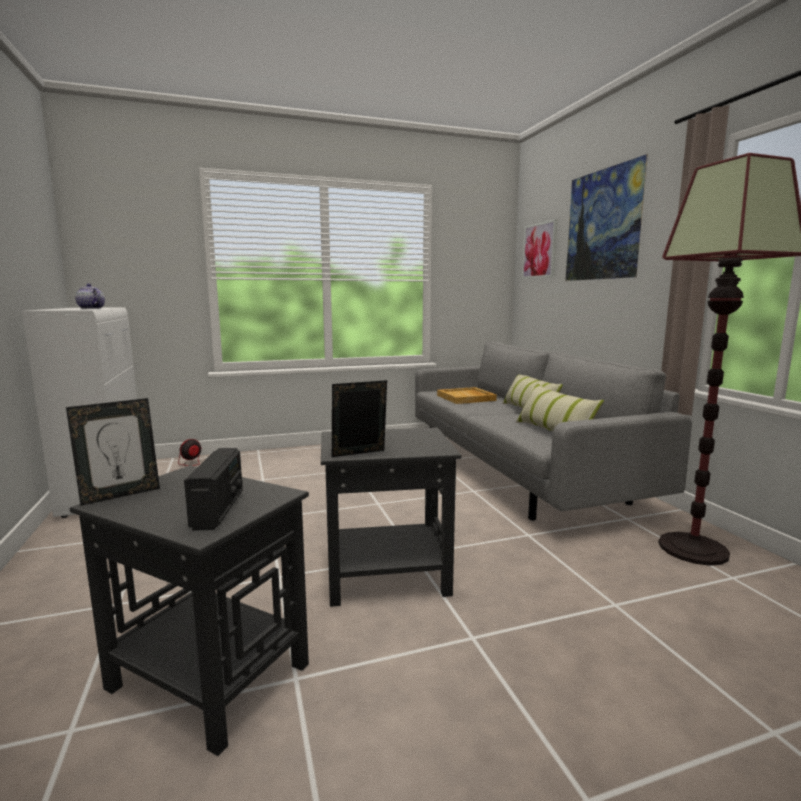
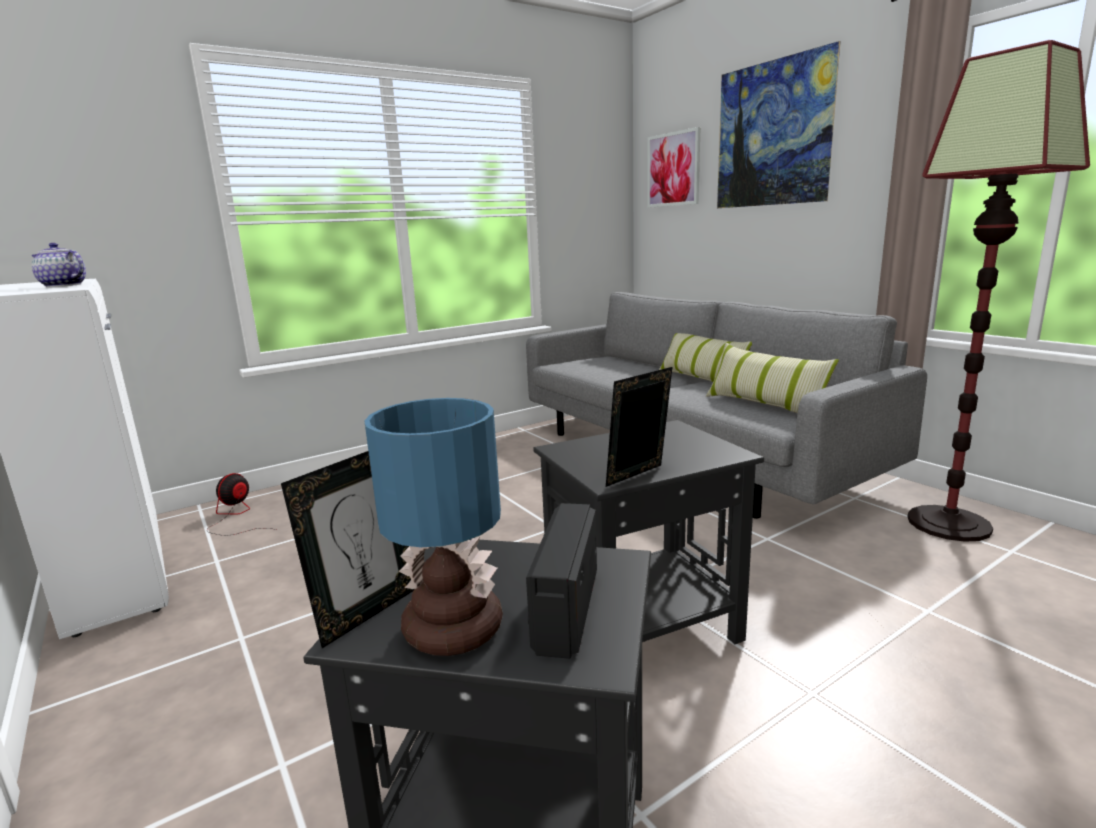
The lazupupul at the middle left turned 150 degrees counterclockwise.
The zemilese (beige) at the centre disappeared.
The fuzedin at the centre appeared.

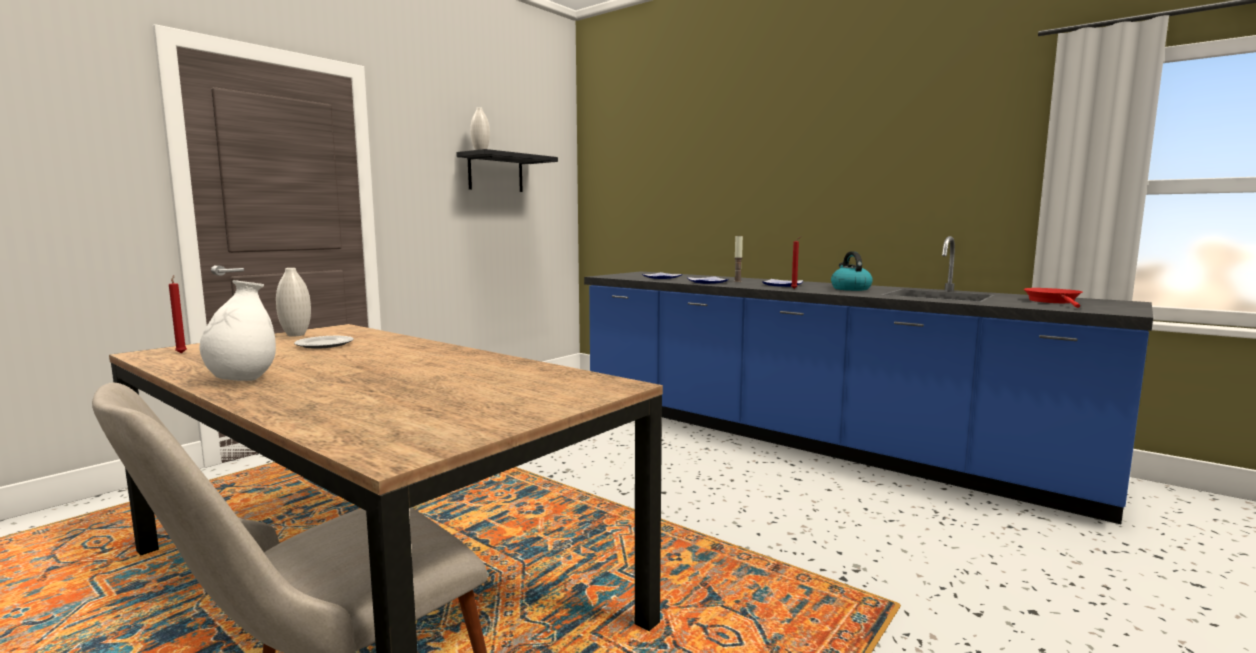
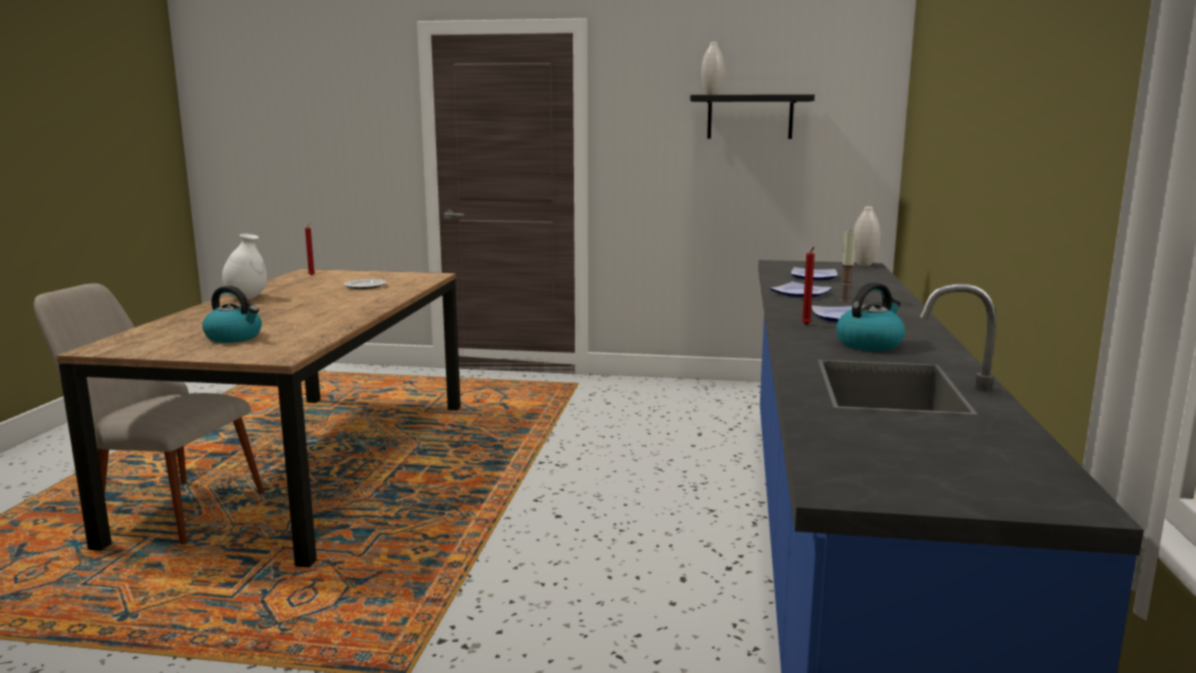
The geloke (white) (no. 2 from left in the first image) moved from the middle left to the middle right.
The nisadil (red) at the middle right disappeared.
The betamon (no. 1 from left) at the middle left appeared.

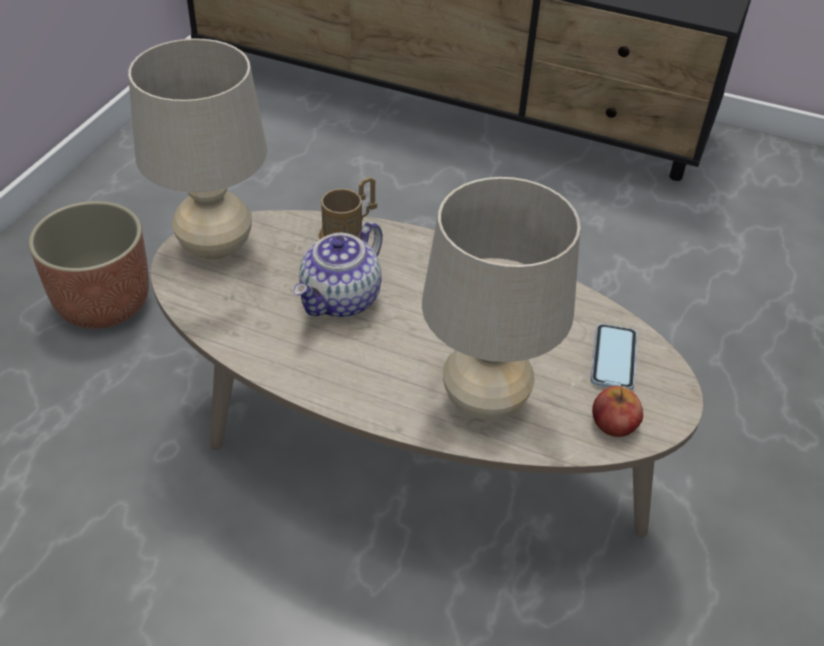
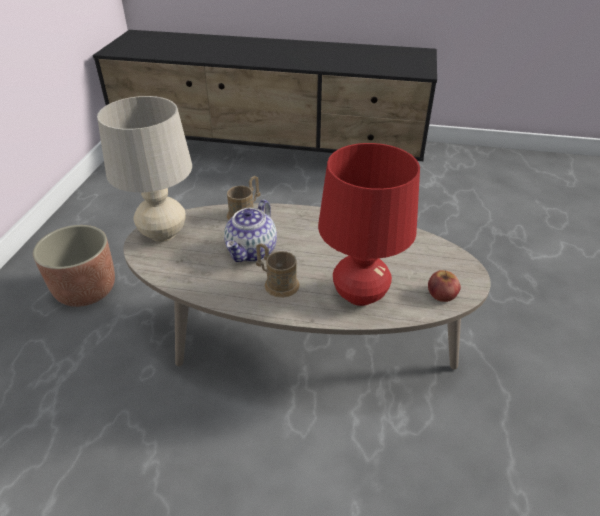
The fuzedin (beige) (no. 2 from left) at the centre became the fuzedin (red) at the centre.
The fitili at the middle right disappeared.
The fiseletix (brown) (no. 2 from left) at the centre appeared.

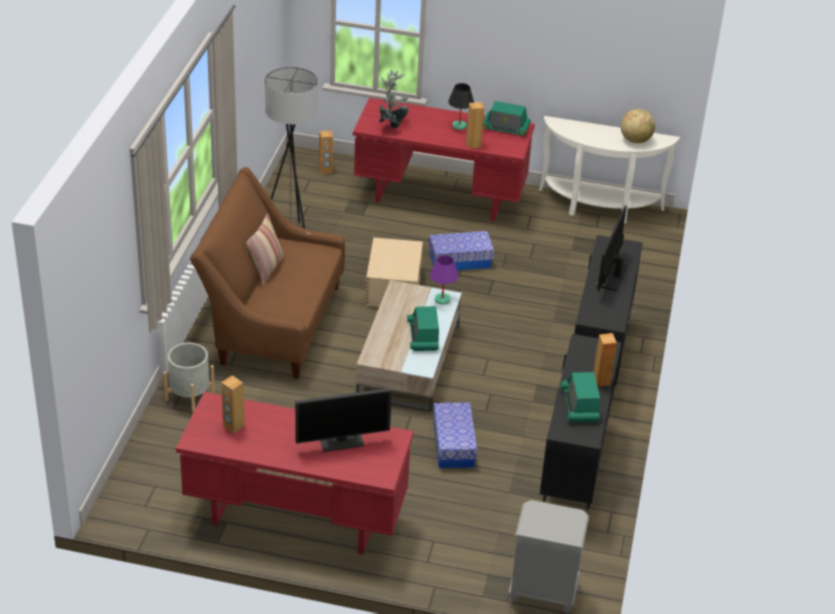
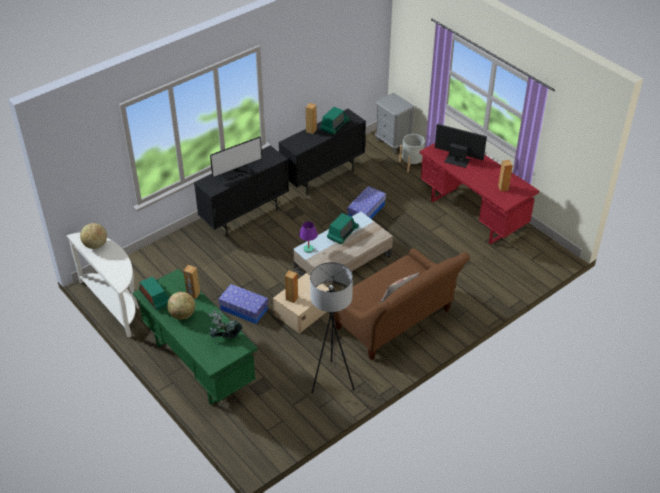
The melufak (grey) moved from the middle left to the top centre.
The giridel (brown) (no. 2 from left) moved from the top centre to the centre.
The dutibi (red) (no. 2 from left) at the top centre became the dutibi (green) at the bottom left.
The fuzedin (black) at the top centre was replaced by the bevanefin (no. 2 from left) at the middle left.

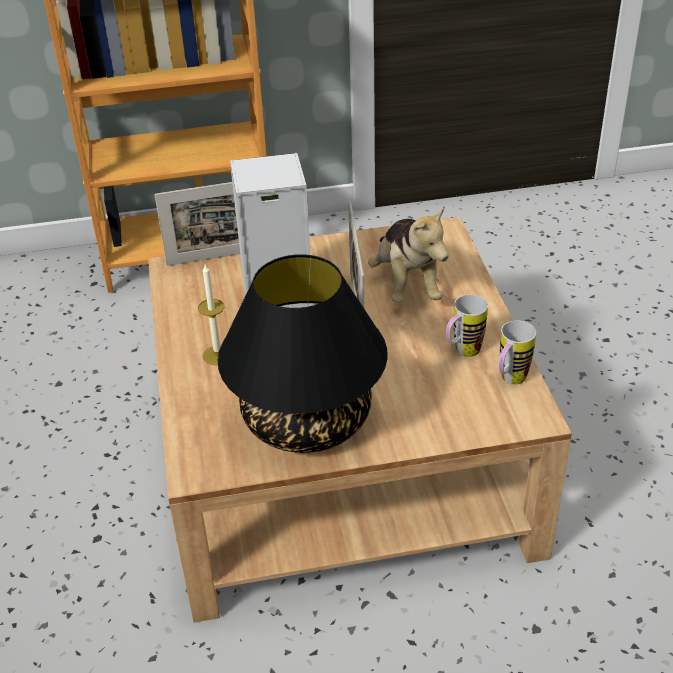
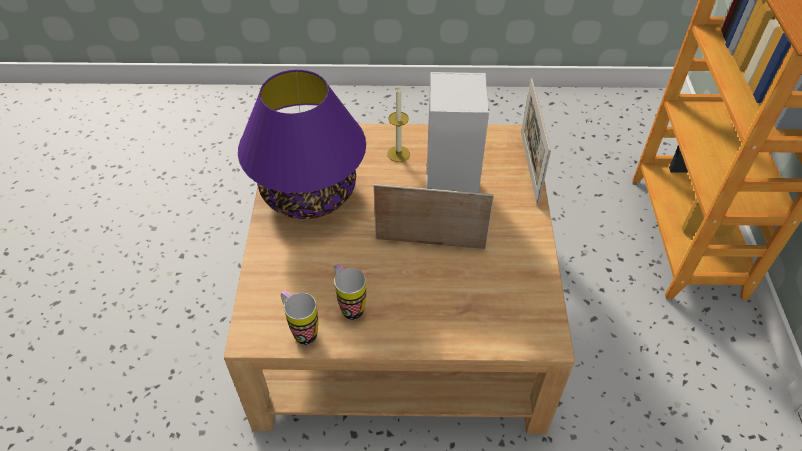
The fuzedin (black) at the centre became the fuzedin (purple) at the top centre.
The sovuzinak at the centre disappeared.

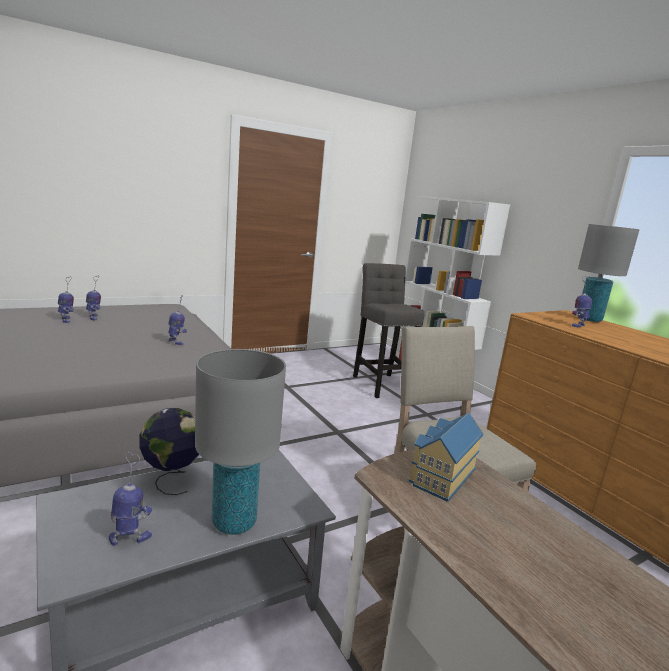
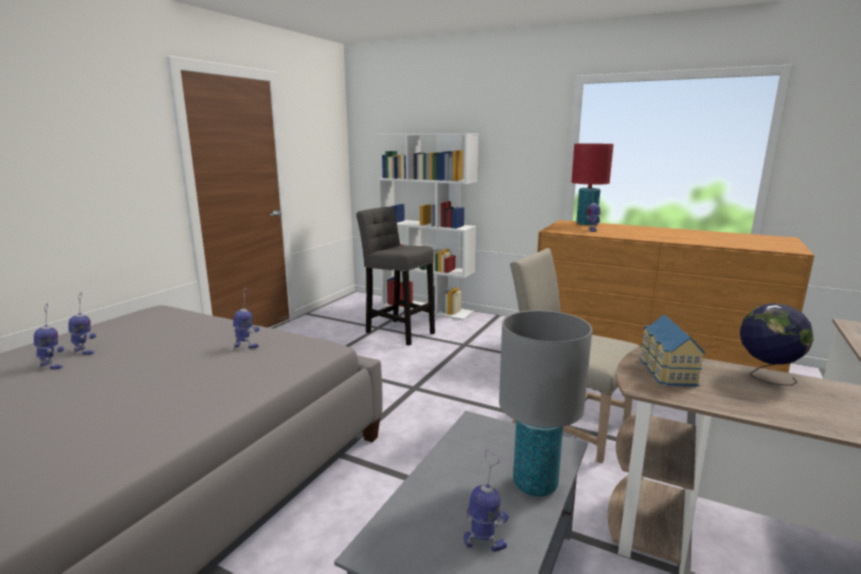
The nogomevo (no. 3 from left in the first image) at the bottom left turned 60 degrees clockwise.
The bevanefin moved from the bottom left to the middle right.
The fuzedin (grey) (no. 2 from left) at the middle right became the fuzedin (red) at the top right.

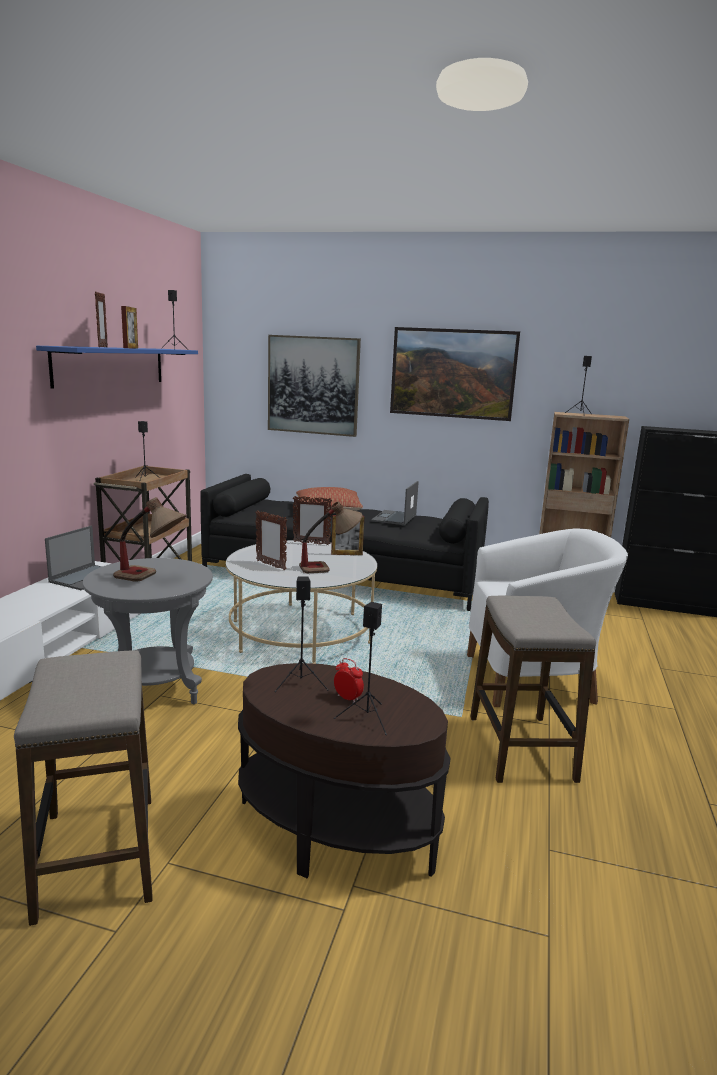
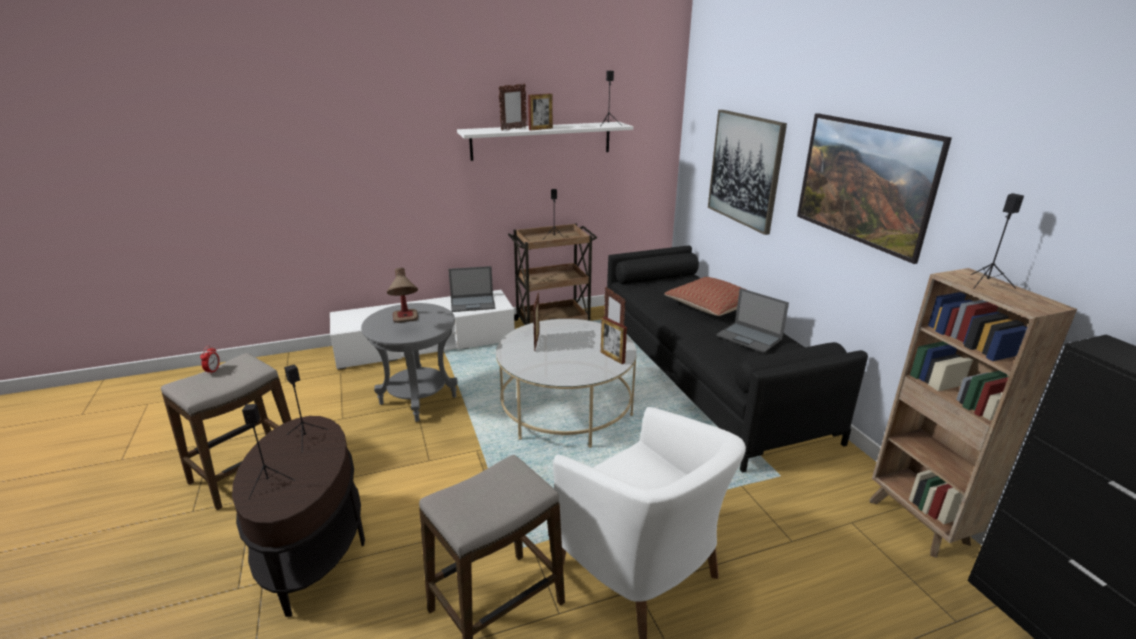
The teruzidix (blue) at the middle left became the teruzidix (white) at the top centre.
The fuzedin (no. 2 from left) at the centre disappeared.
The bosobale moved from the centre to the middle left.
The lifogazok (no. 2 from left) at the centre turned 120 degrees counterclockwise.

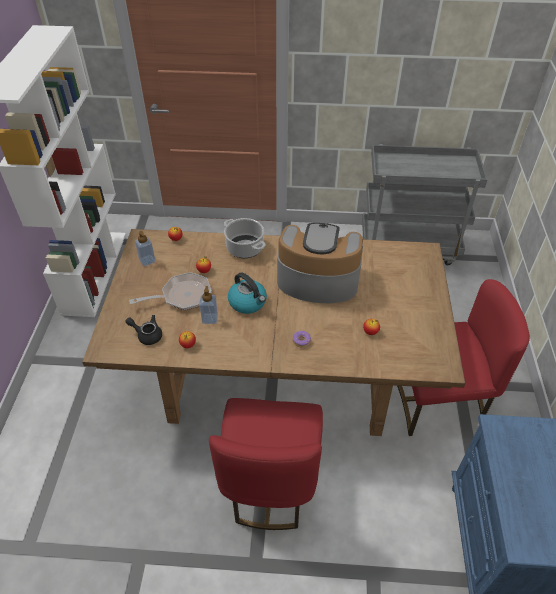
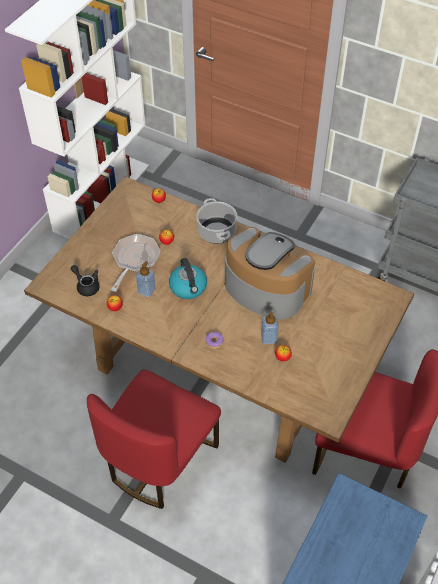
The nisadil at the middle left turned 75 degrees counterclockwise.
The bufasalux (no. 1 from left in the first image) moved from the middle left to the centre.

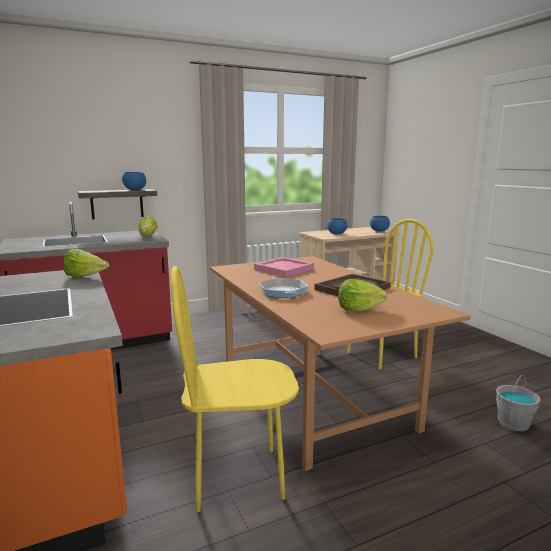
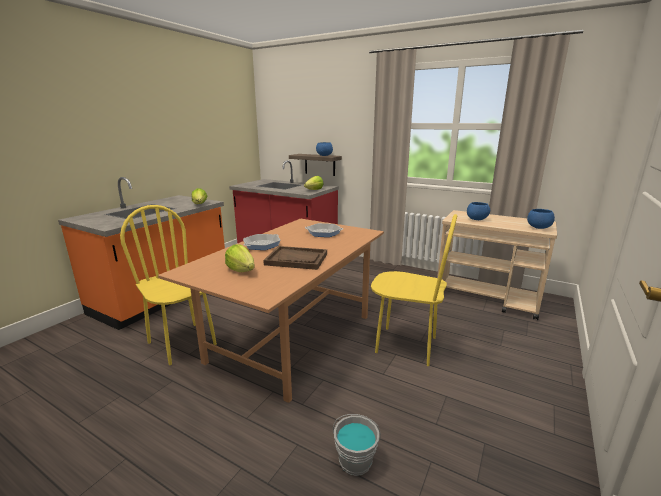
The zemilese (pink) at the centre was replaced by the nisadil (no. 2 from left) at the centre.

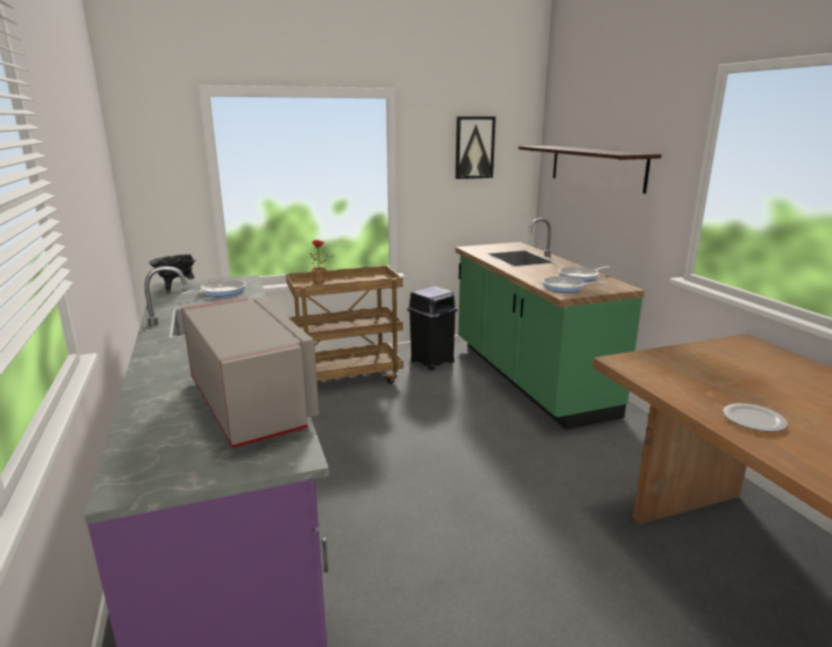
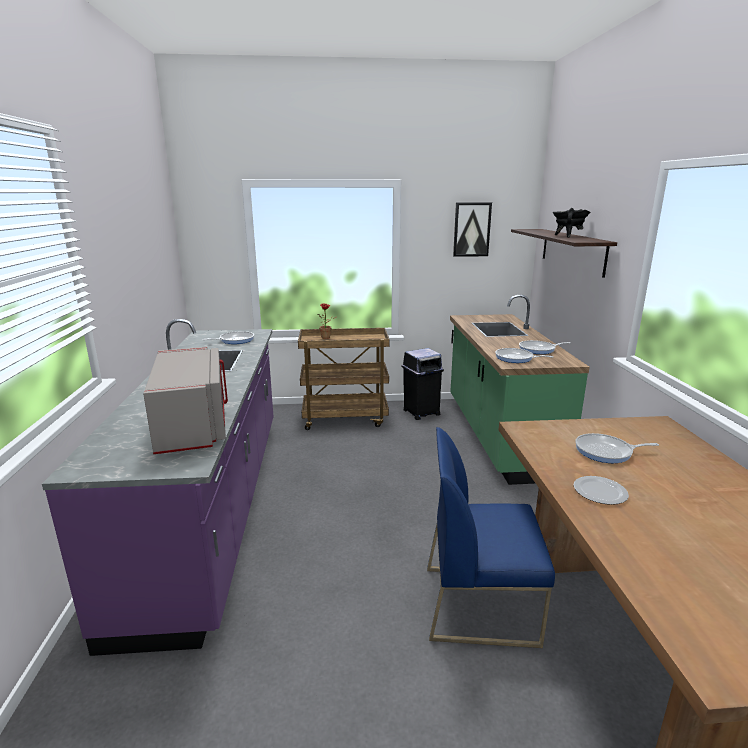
The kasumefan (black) moved from the middle left to the top right.
The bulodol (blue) at the bottom centre appeared.
The nisadil (no. 4 from left) at the middle right appeared.

